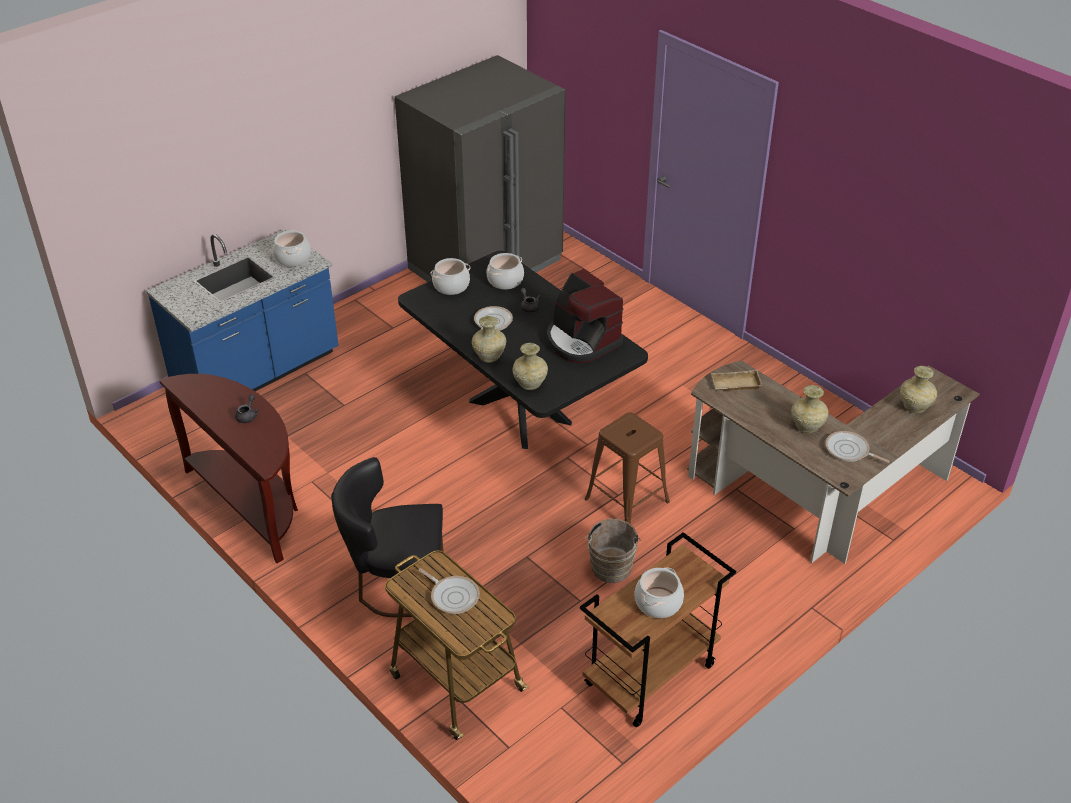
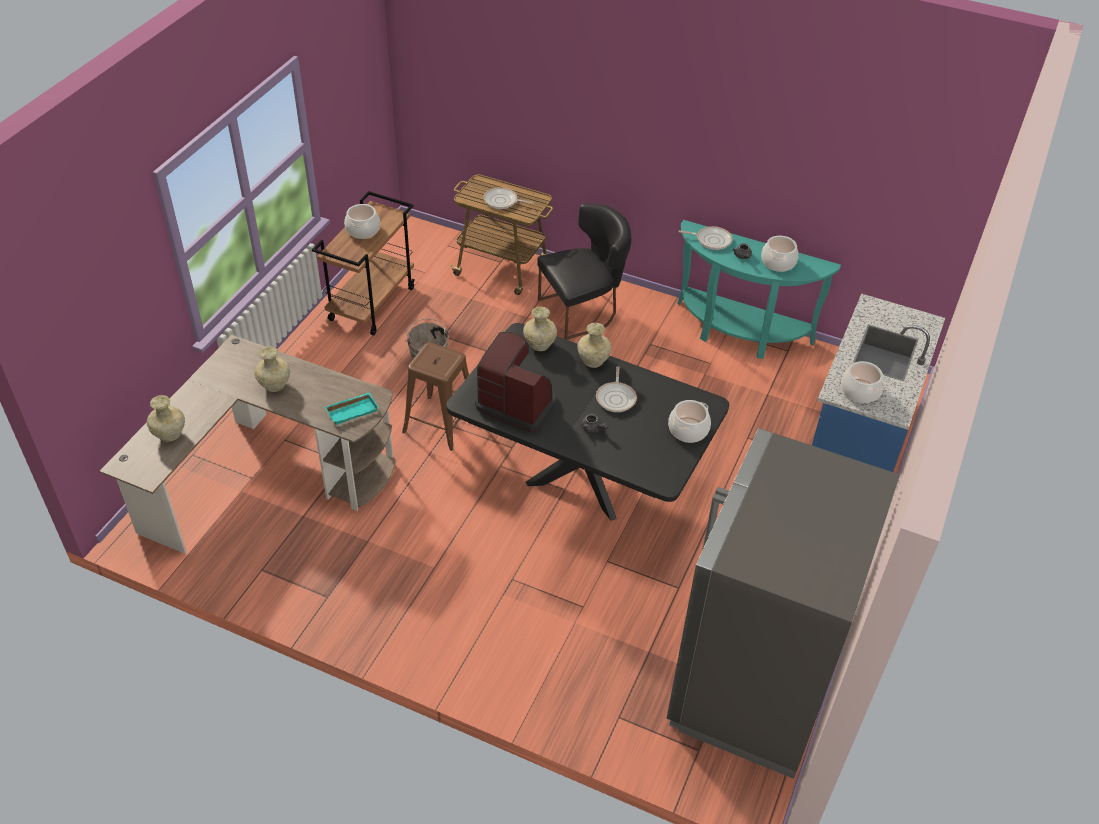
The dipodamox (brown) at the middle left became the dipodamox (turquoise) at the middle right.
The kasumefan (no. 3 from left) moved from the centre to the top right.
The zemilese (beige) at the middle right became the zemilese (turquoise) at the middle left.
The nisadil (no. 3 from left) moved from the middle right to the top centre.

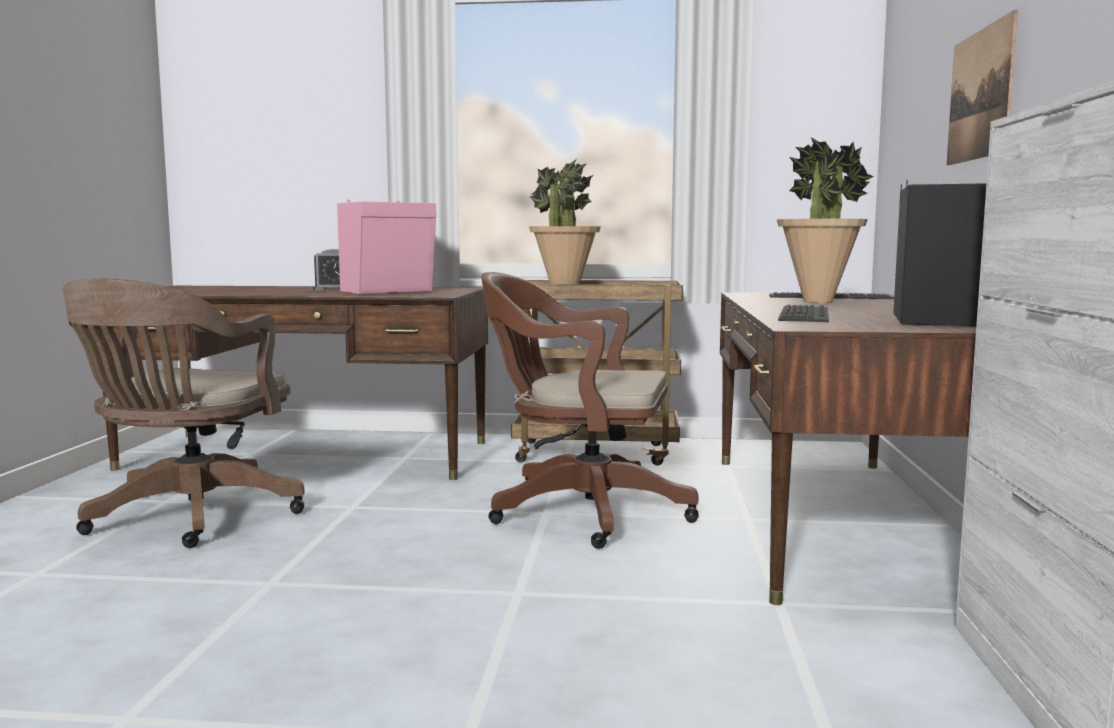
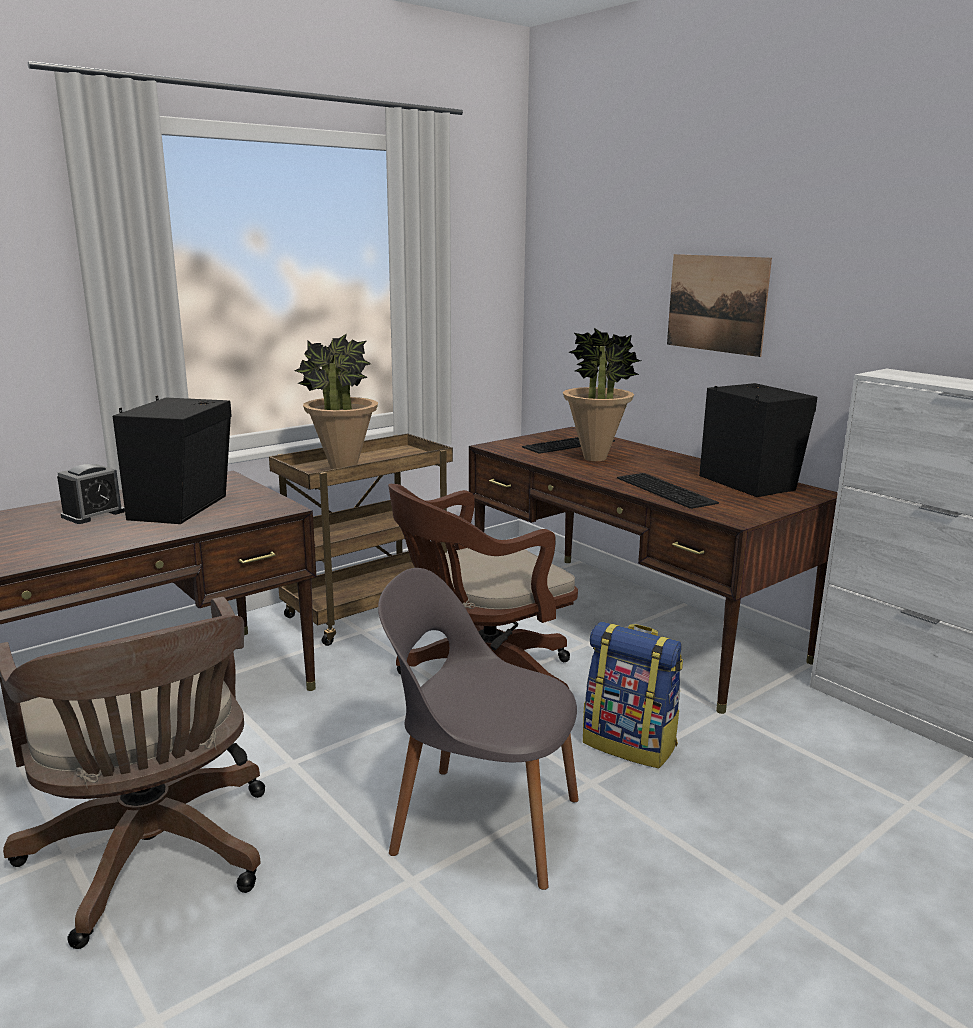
The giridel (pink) at the centre became the giridel (black) (no. 1 from left) at the middle left.
The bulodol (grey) at the bottom centre appeared.
The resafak at the bottom centre appeared.

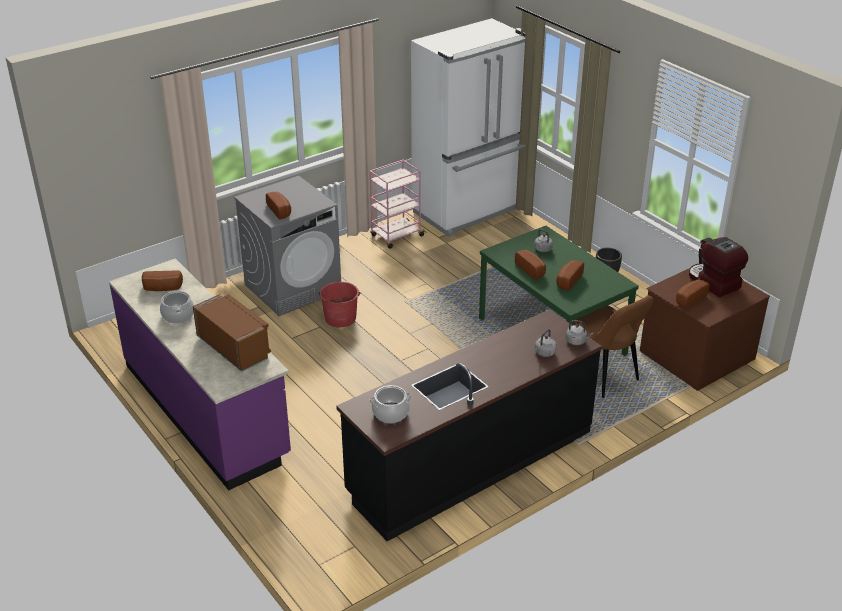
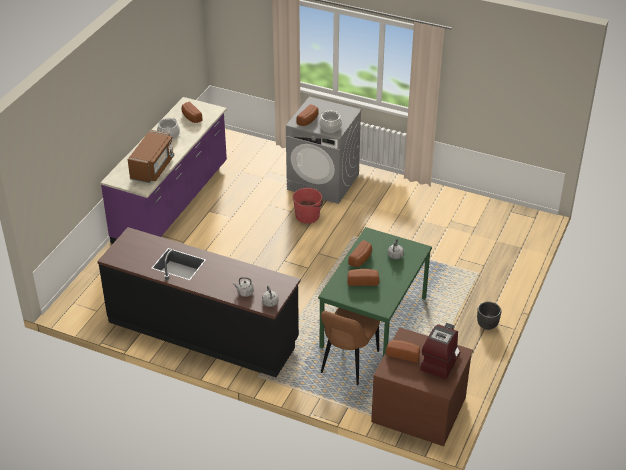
The kasumefan (no. 2 from left) moved from the centre to the top centre.
The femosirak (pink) at the centre disappeared.
The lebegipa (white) at the top centre disappeared.

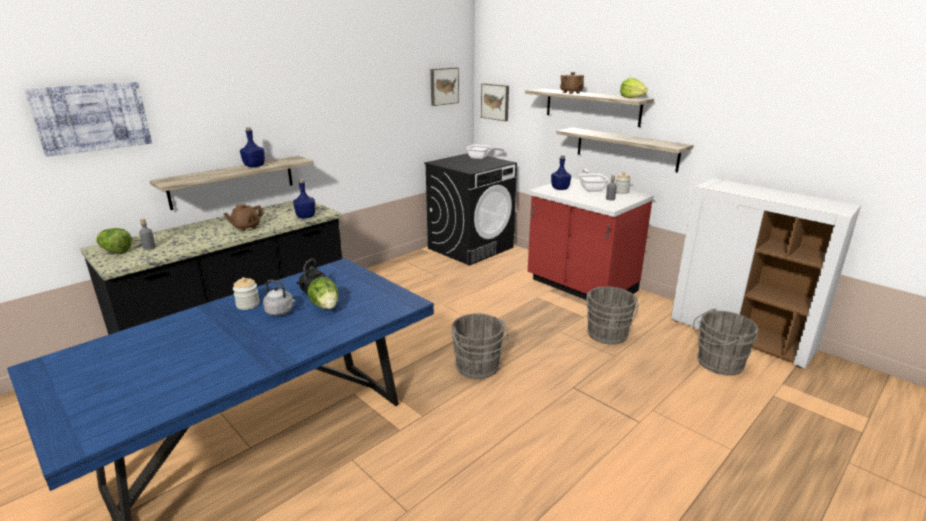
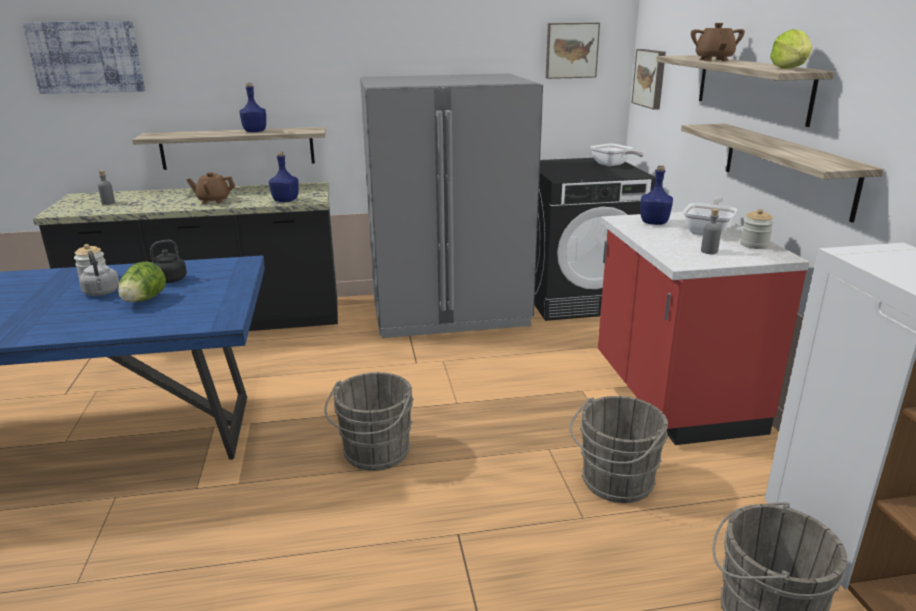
The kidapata (no. 1 from left) at the middle left disappeared.
The lebegipa (grey) at the centre appeared.

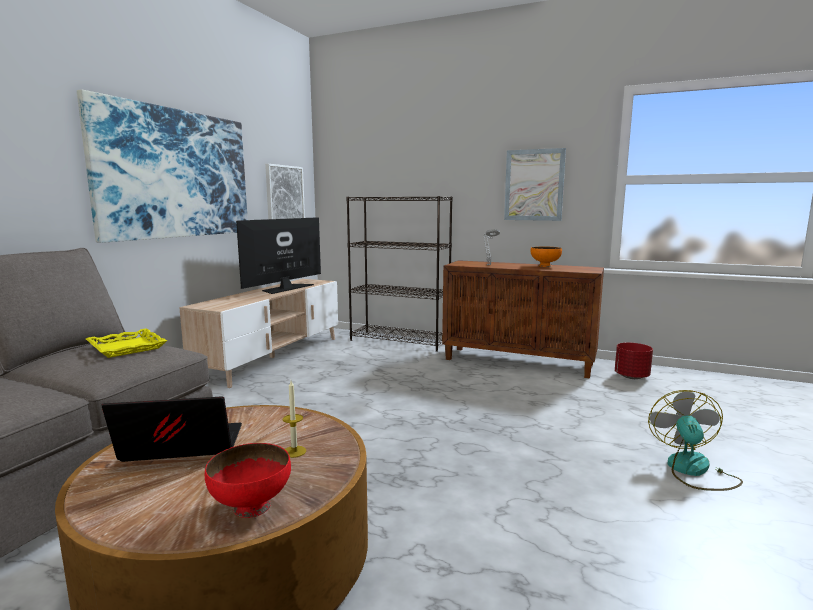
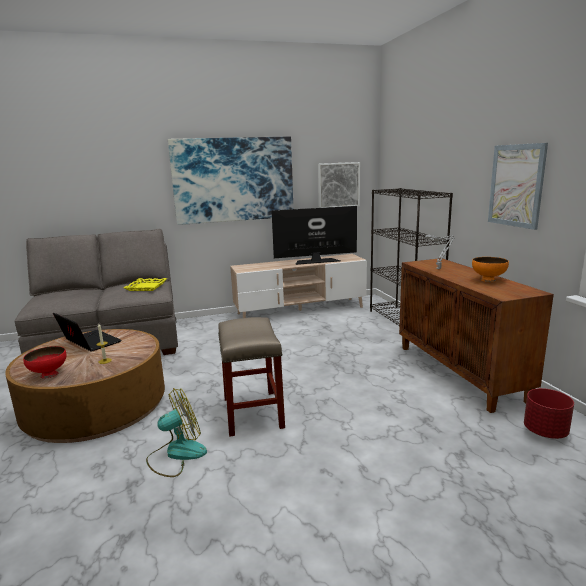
The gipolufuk moved from the bottom right to the bottom left.
The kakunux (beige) at the centre appeared.

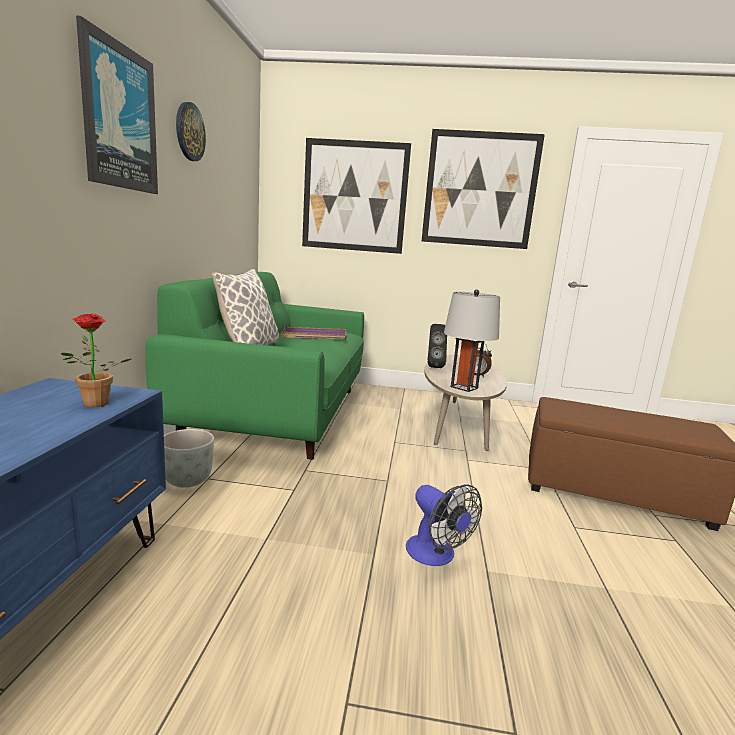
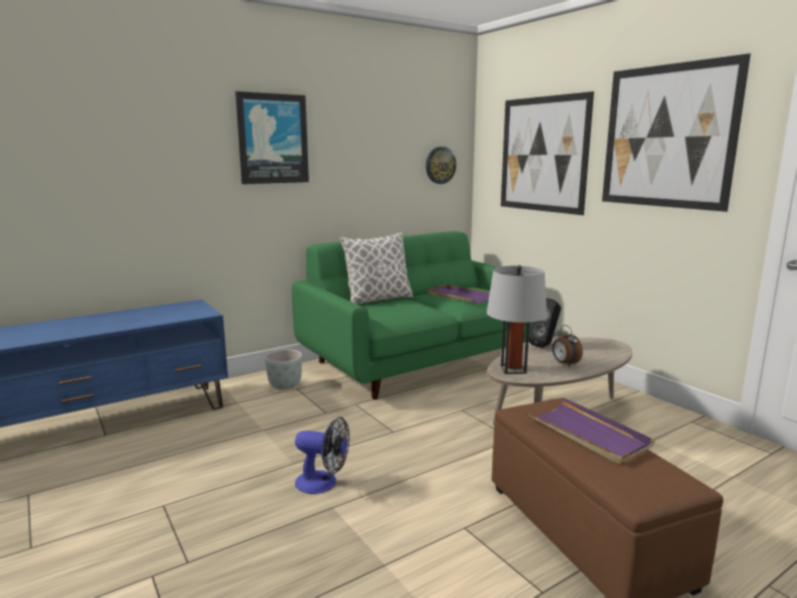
The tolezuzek at the middle left disappeared.
The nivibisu moved from the top left to the top centre.
The gipolufuk at the bottom centre turned 90 degrees counterclockwise.
The zemilese (purple) (no. 2 from left) at the bottom right appeared.

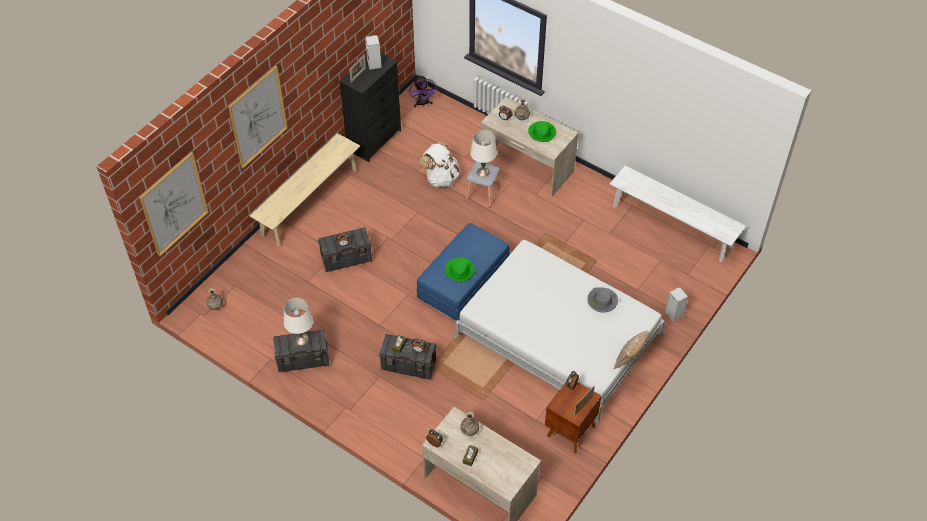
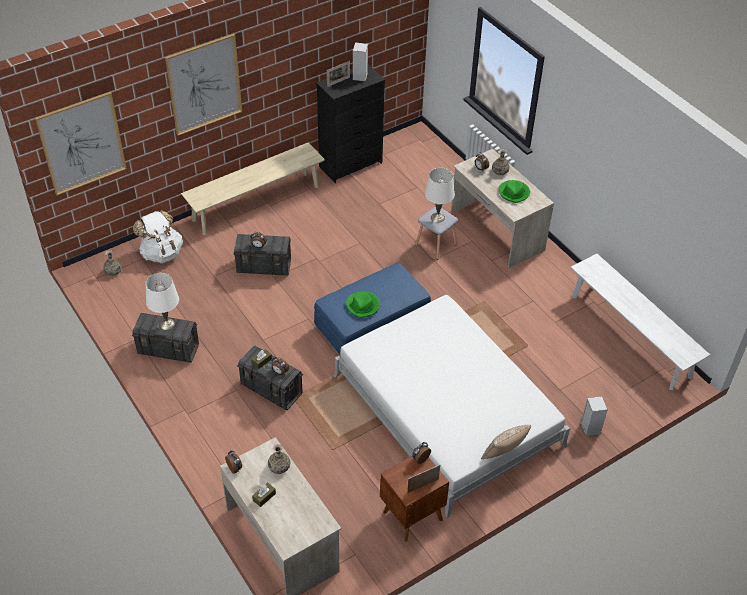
The gipolufuk (purple) at the top centre disappeared.
The resafak (white) moved from the top centre to the middle left.
The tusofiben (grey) at the centre disappeared.

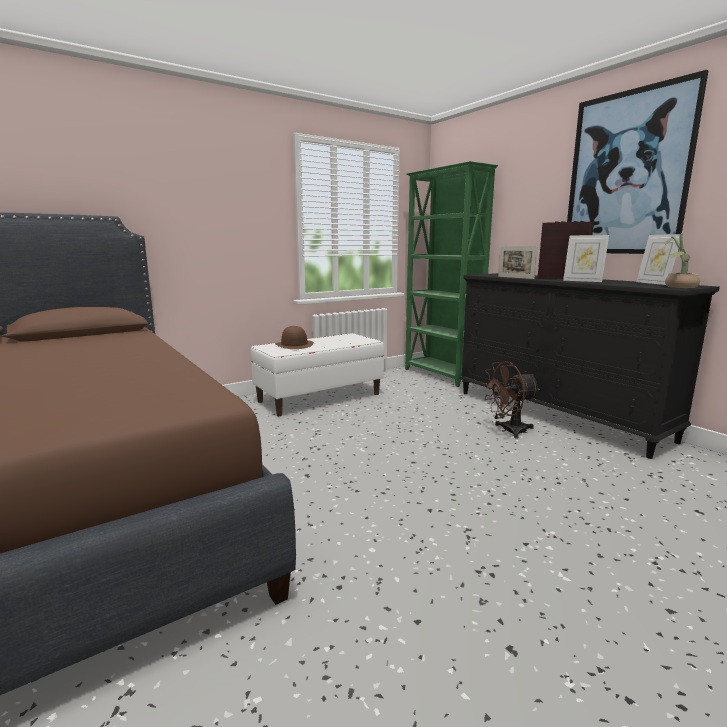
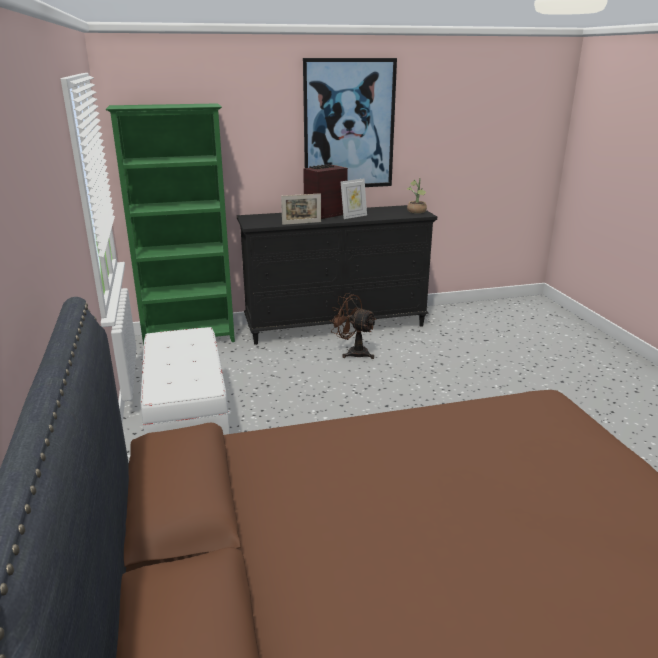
The tusofiben (brown) at the centre disappeared.
The gipolufuk (brown) at the middle right turned 120 degrees clockwise.
The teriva (no. 3 from left) at the middle right disappeared.

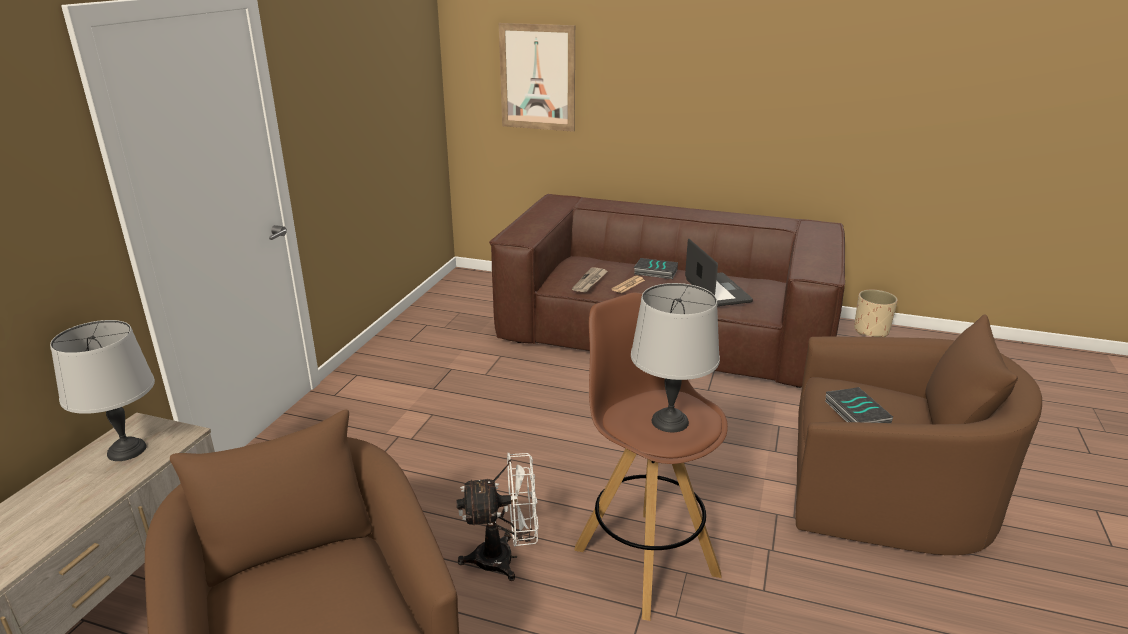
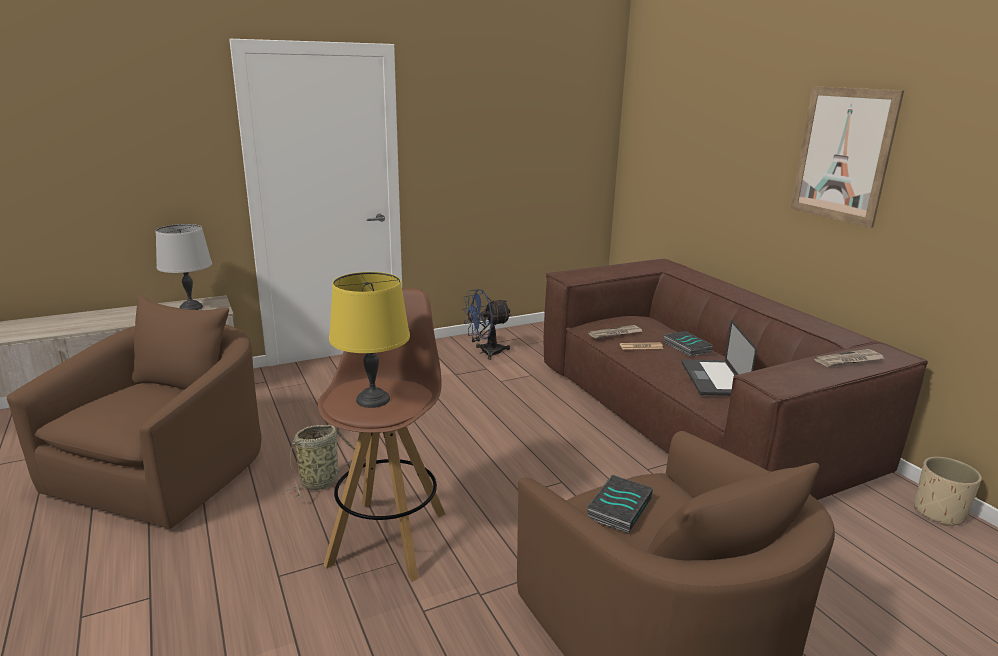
The gipolufuk (white) at the bottom centre was replaced by the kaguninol at the bottom left.
The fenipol moved from the top centre to the top right.
The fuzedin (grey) (no. 2 from left) at the centre became the fuzedin (yellow) at the centre.
The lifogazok at the centre turned 150 degrees clockwise.
The gipolufuk (blue) at the centre appeared.
The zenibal (no. 3 from left) at the middle right appeared.

